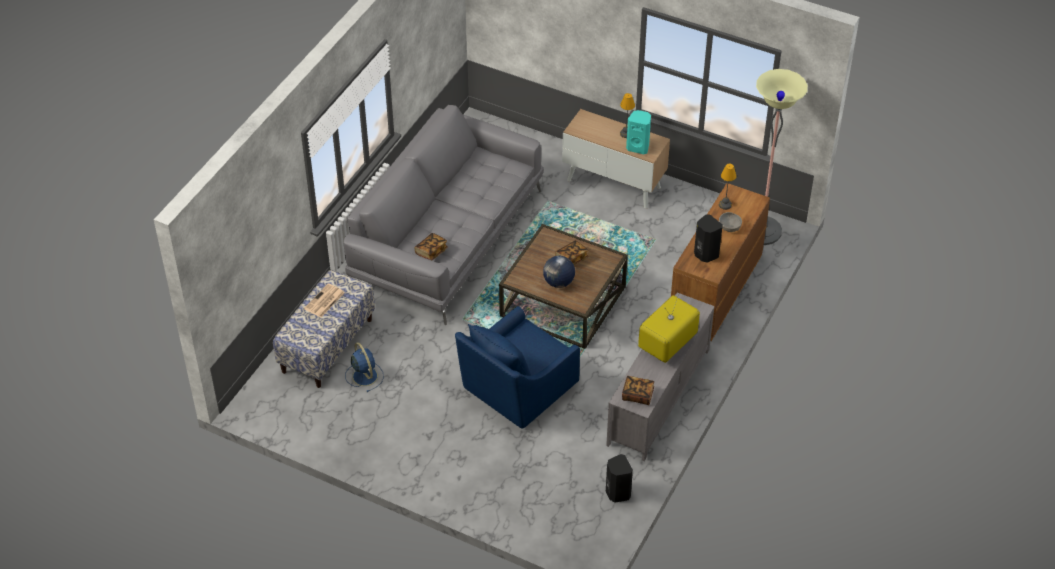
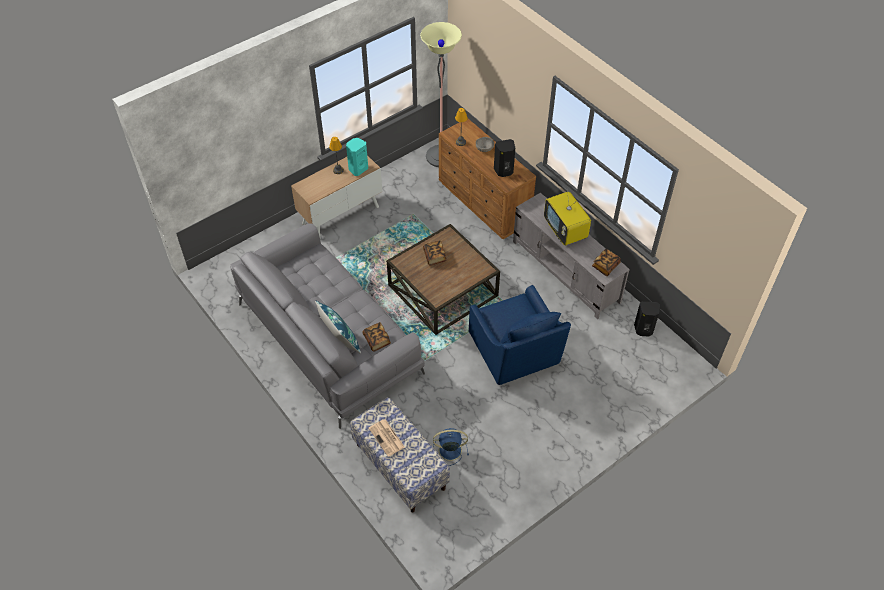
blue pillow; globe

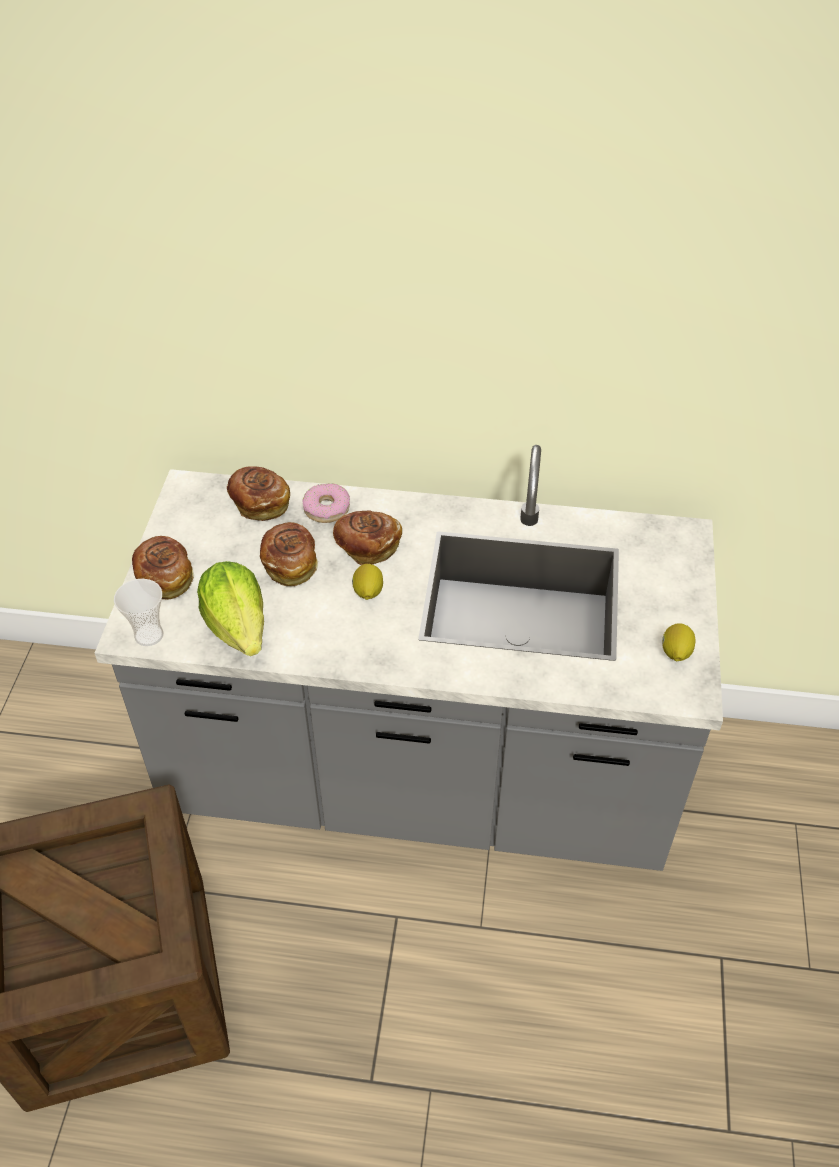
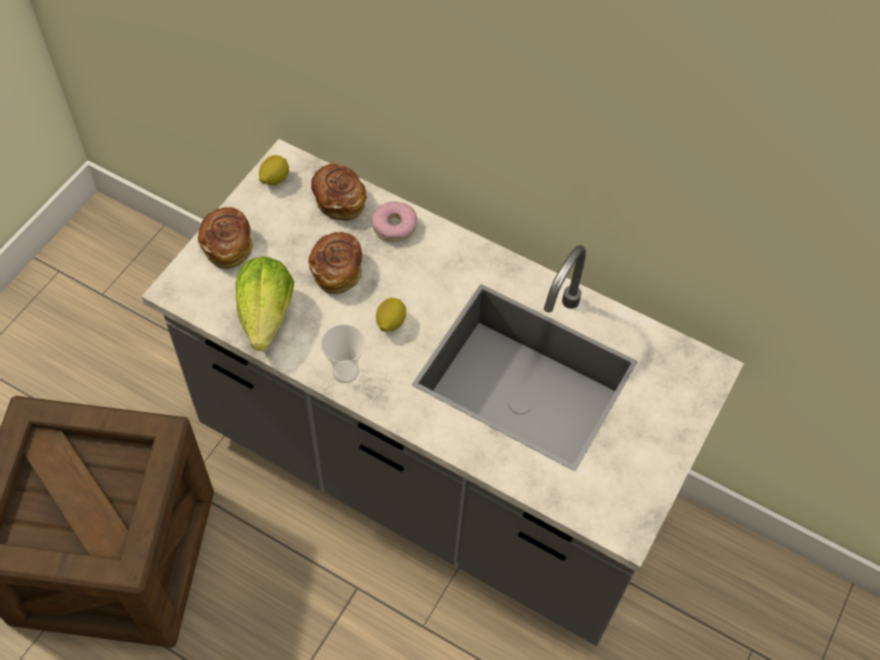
lemon (no. 1 from left); cup; bread (no. 4 from left in the first image)

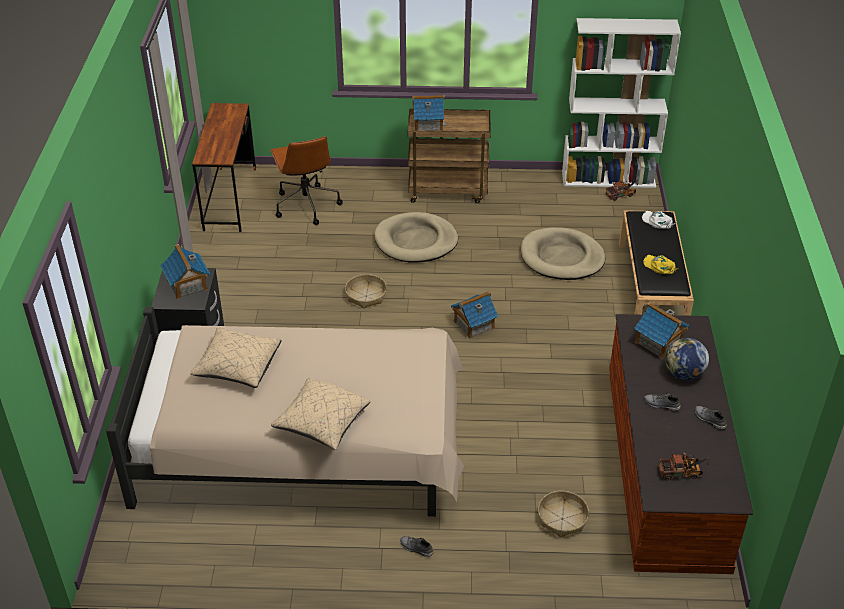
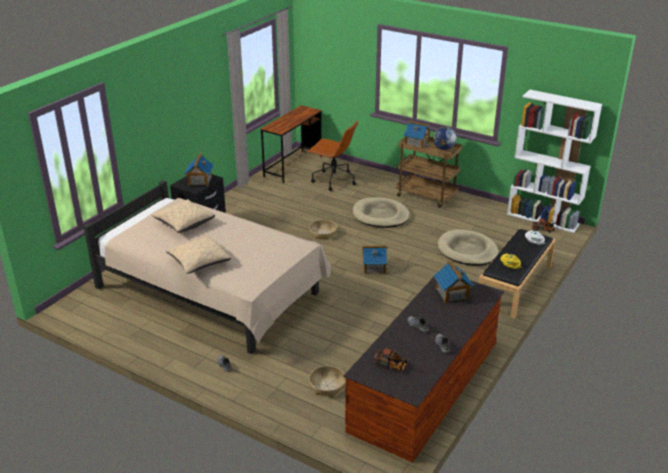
brown office chair; globe

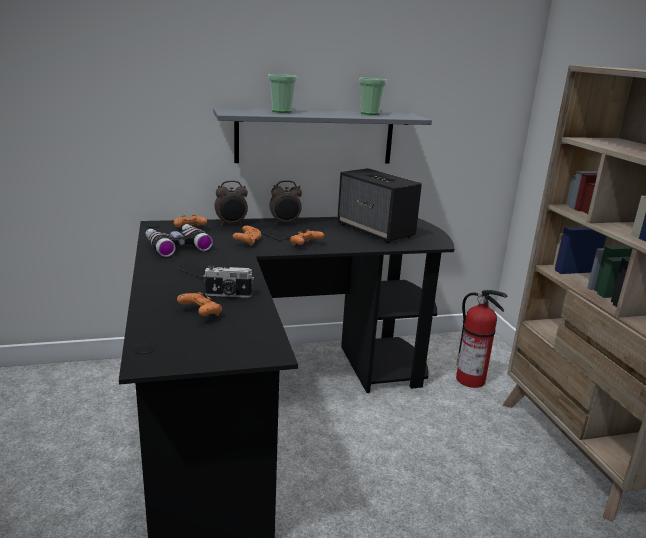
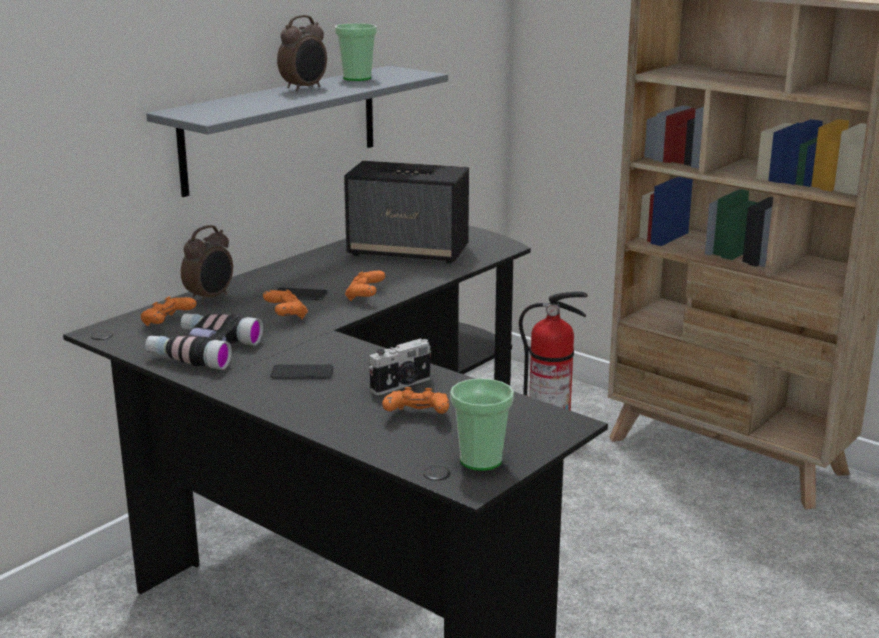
alarm clock (no. 2 from left); cup (no. 2 from left)

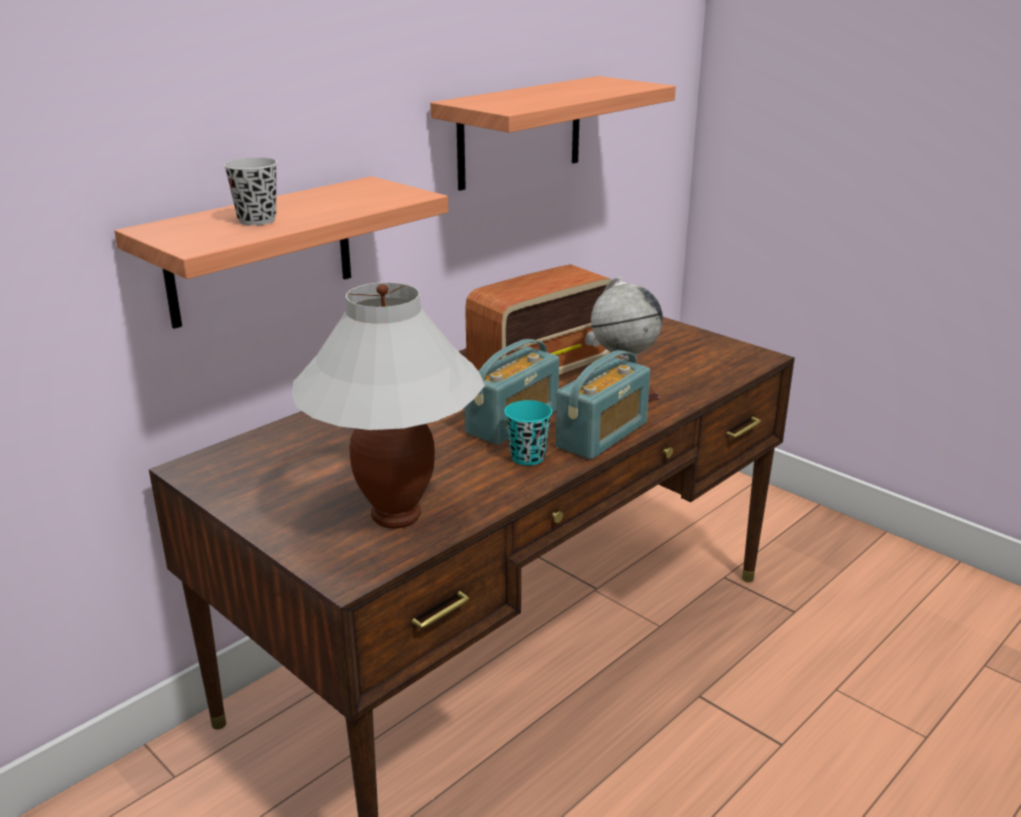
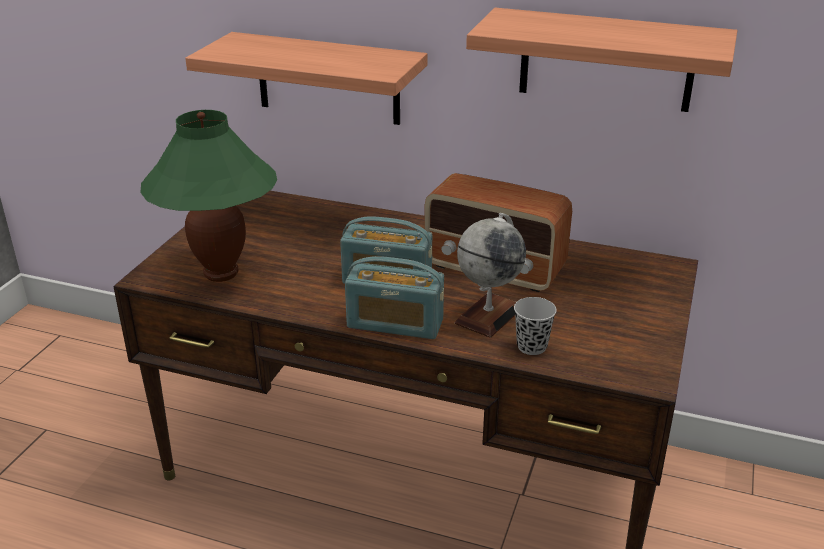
green table lamp; black cup; turquoise cup

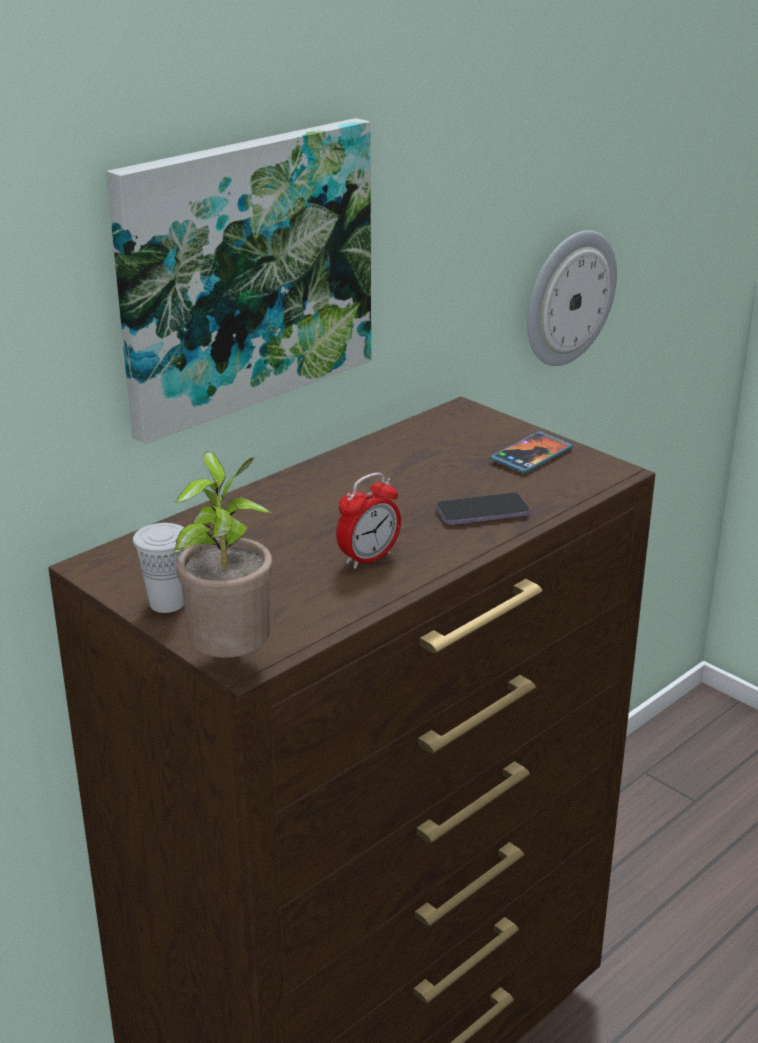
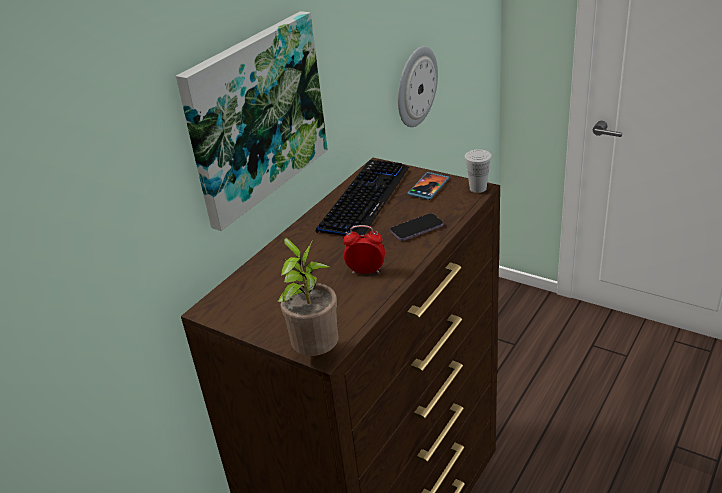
keyboard; alarm clock; white cup

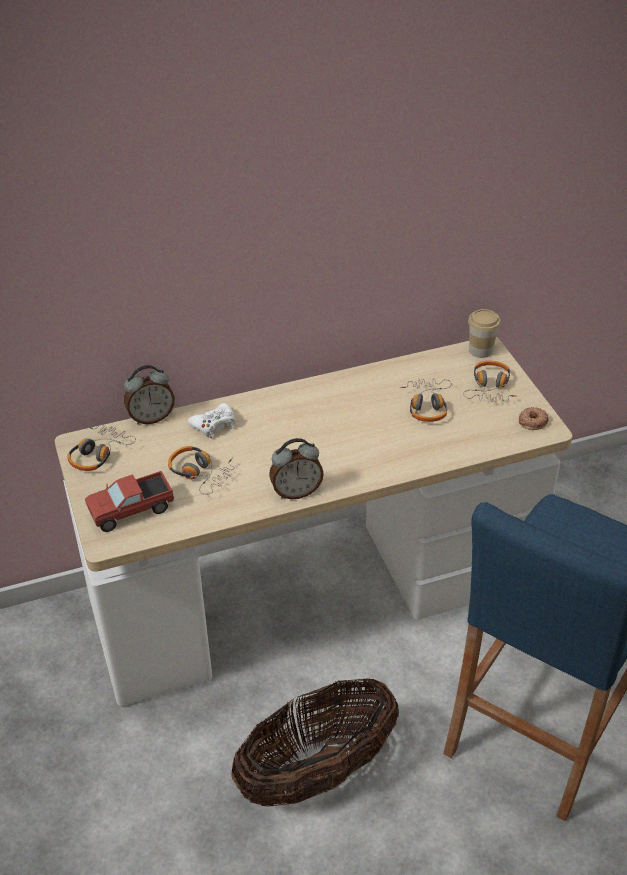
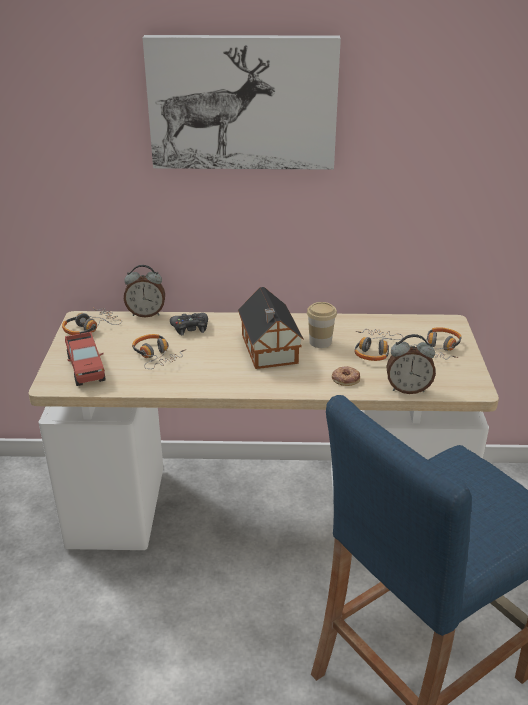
toy truck; picture; black game controller; toy house; cup; donut; alarm clock (no. 2 from left); basket

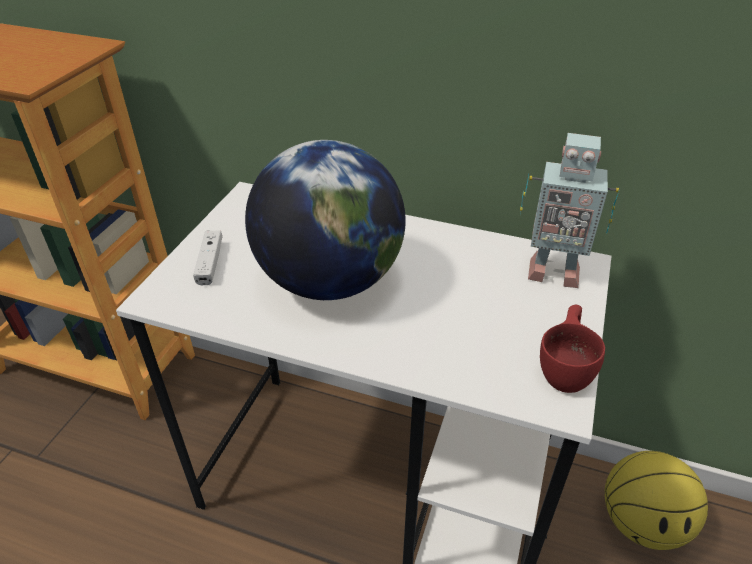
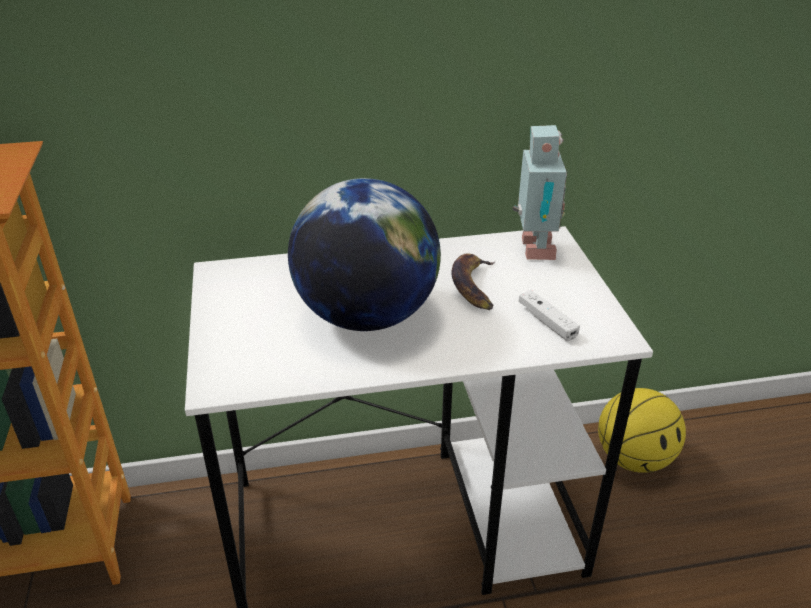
banana; toy robot; white game controller; red cup

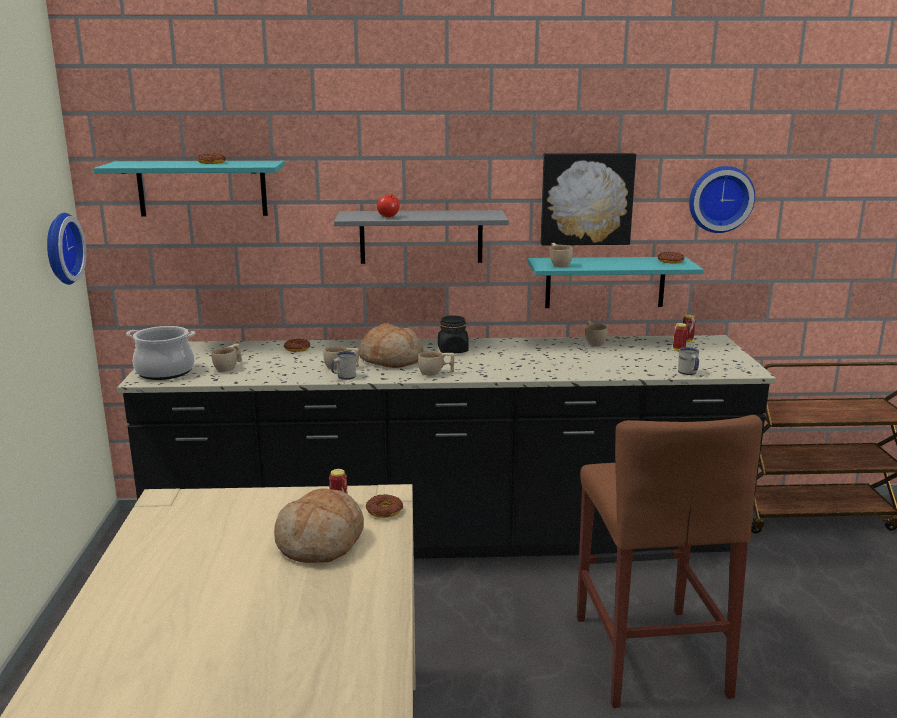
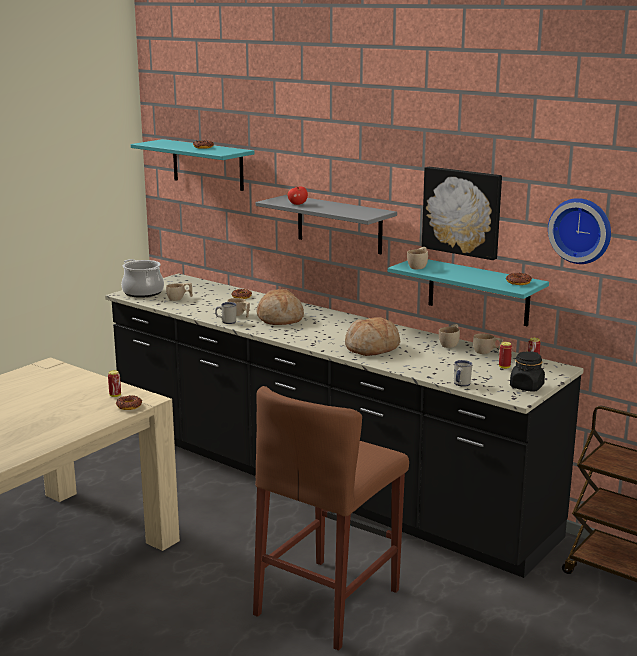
bread (no. 2 from left); beige cup (no. 5 from left); black jar; wall clock (no. 1 from left in the first image)

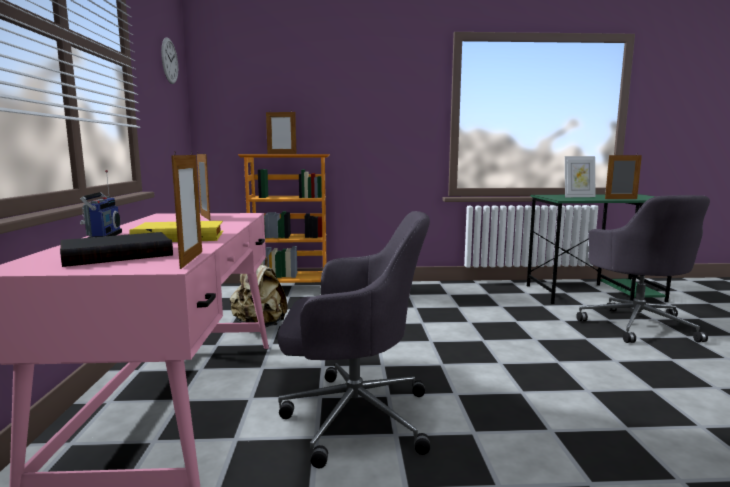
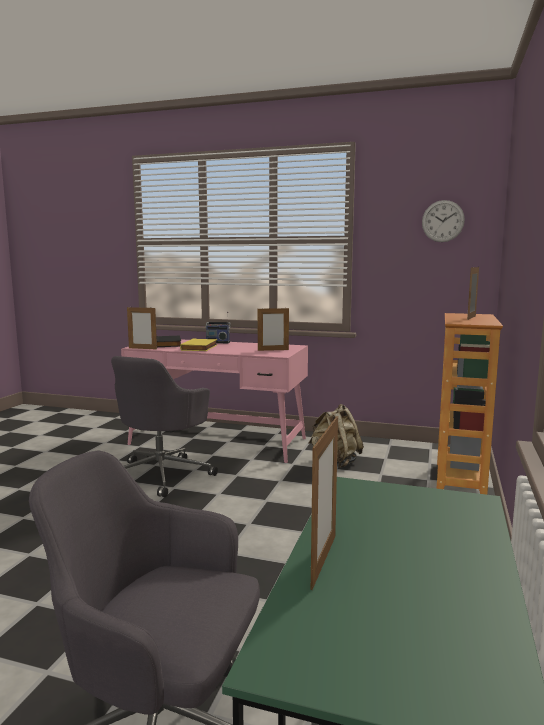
picture frame (no. 4 from left in the first image)

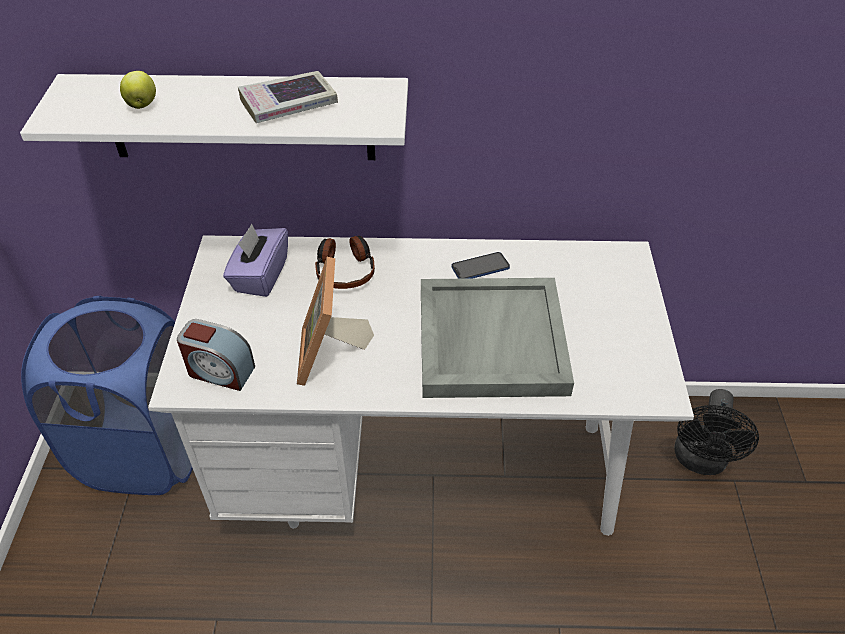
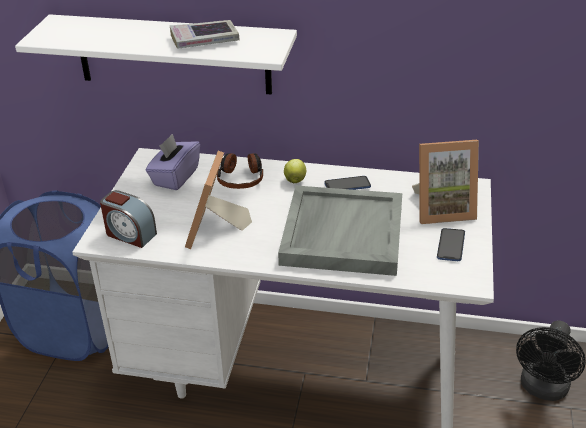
apple; picture frame (no. 2 from left); phone (no. 2 from left)

